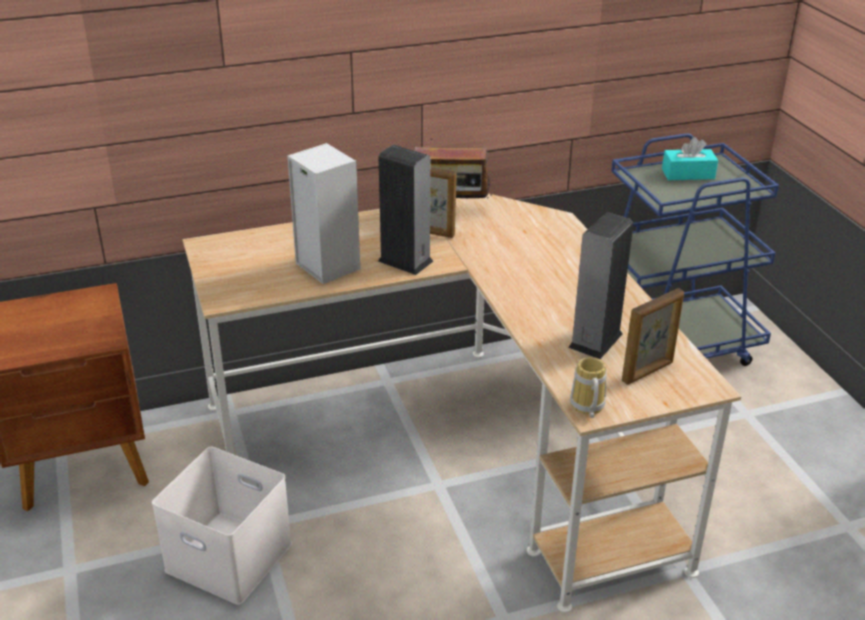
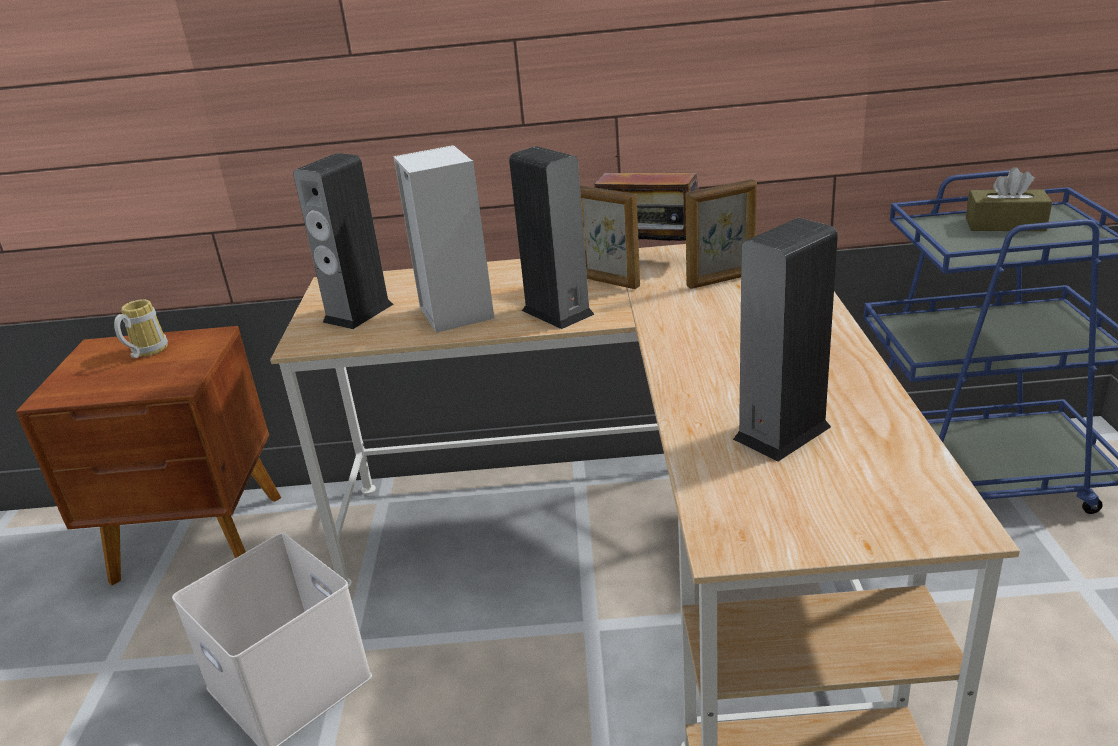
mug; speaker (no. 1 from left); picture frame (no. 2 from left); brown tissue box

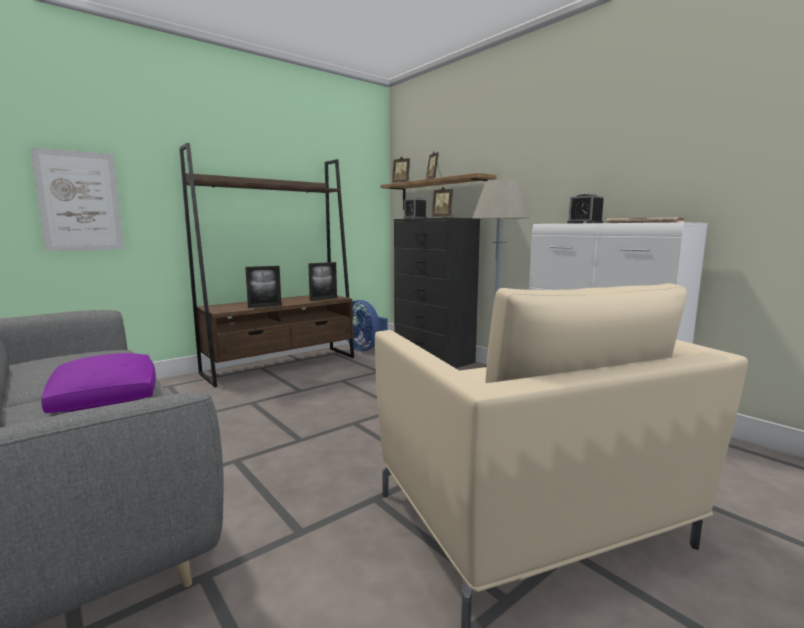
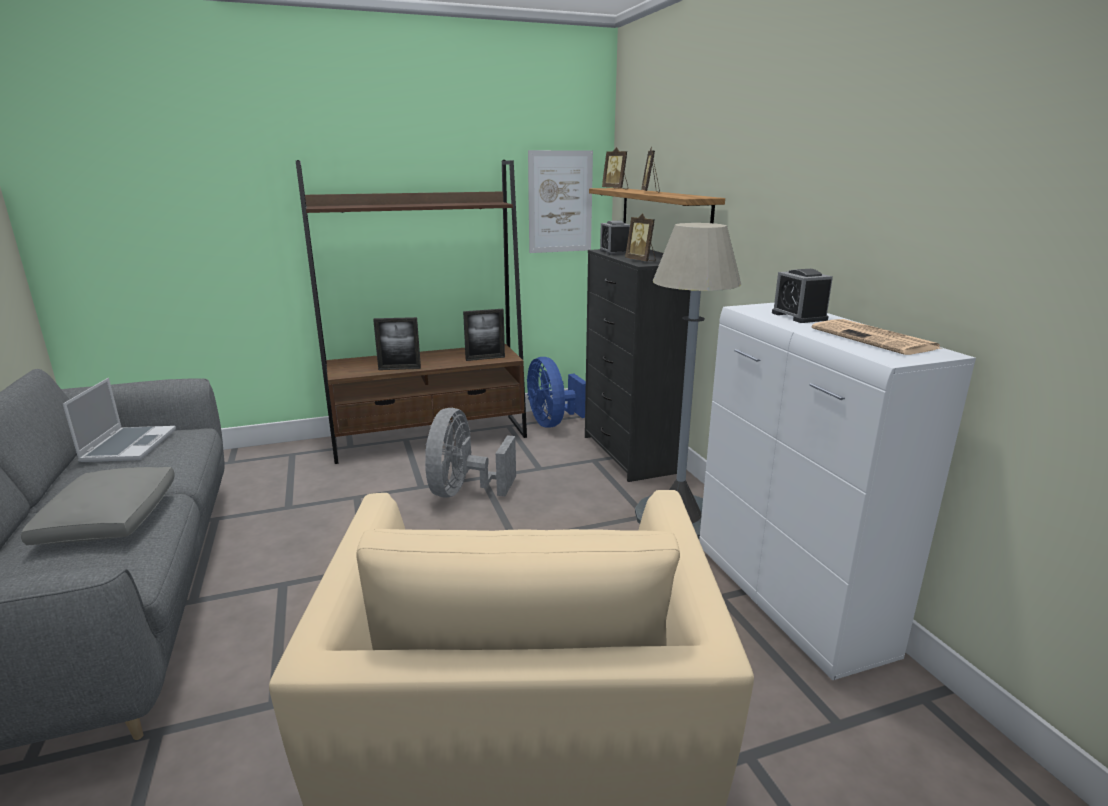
grey pillow; laptop; grey fan; picture

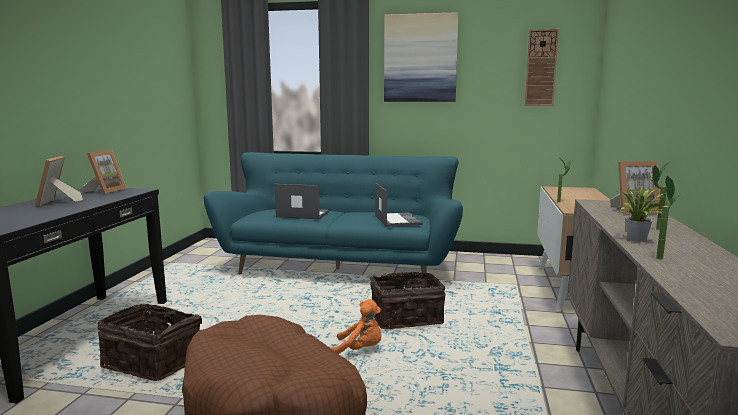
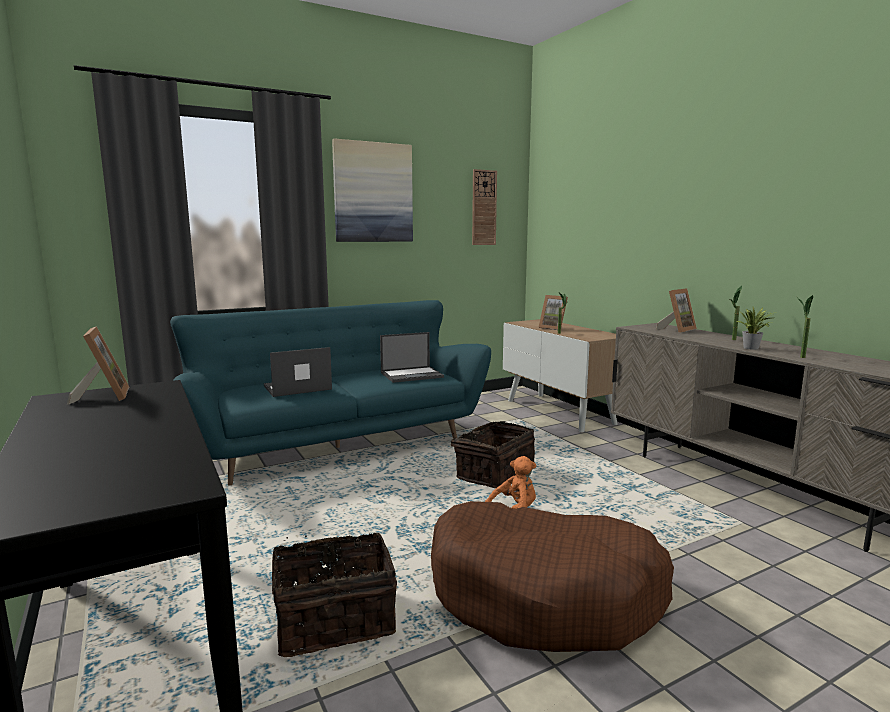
laptop (no. 2 from left); picture frame (no. 2 from left)

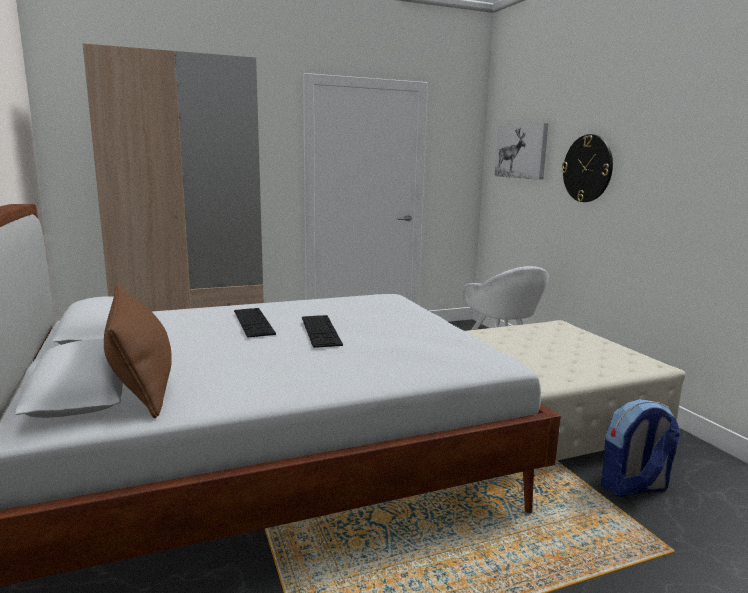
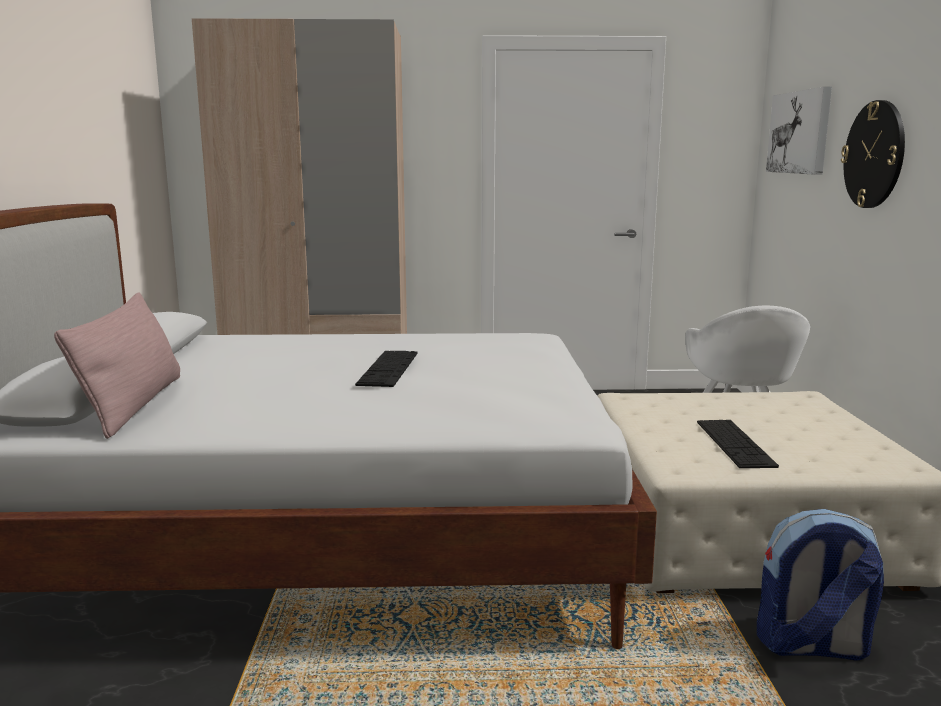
pink pillow; keyboard (no. 2 from left)

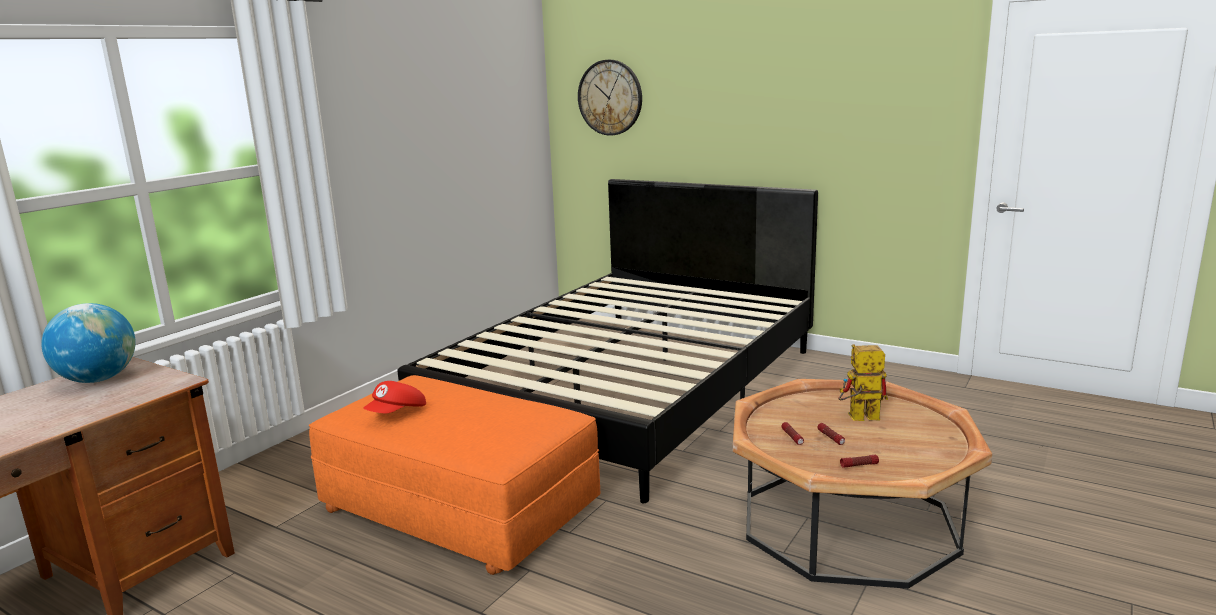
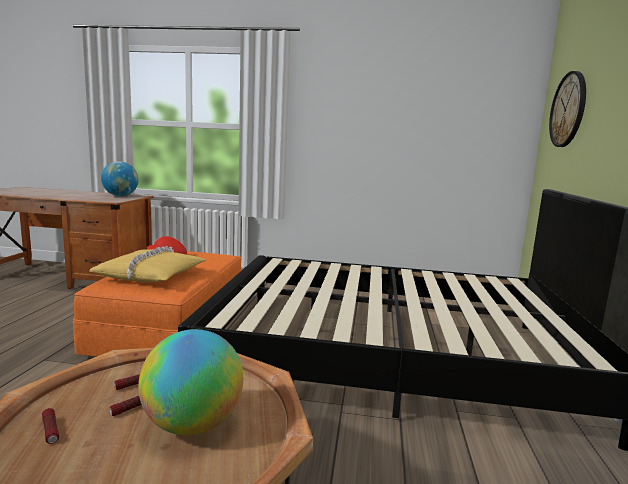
yellow pillow; globe (no. 2 from left)

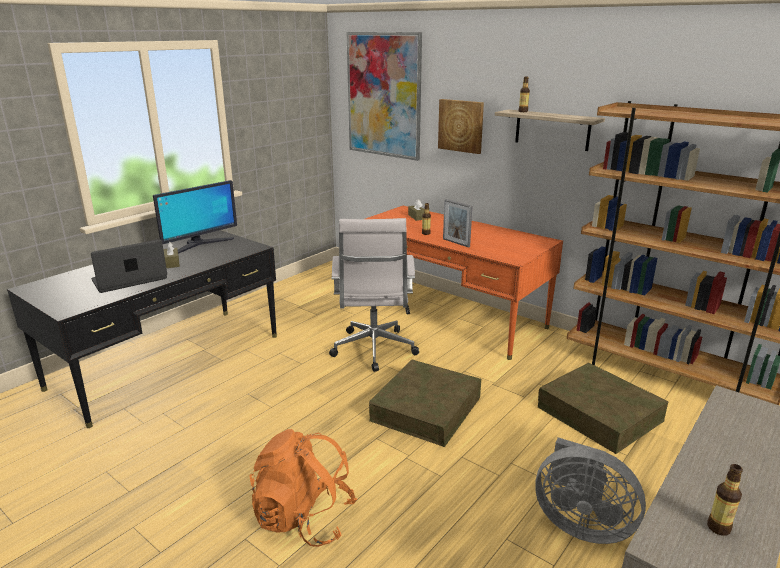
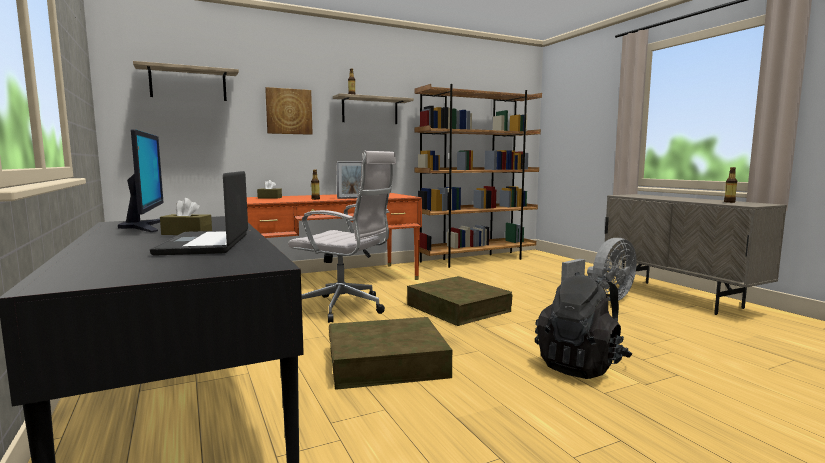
shelf (no. 1 from left); brown storage box (no. 1 from left); black backpack

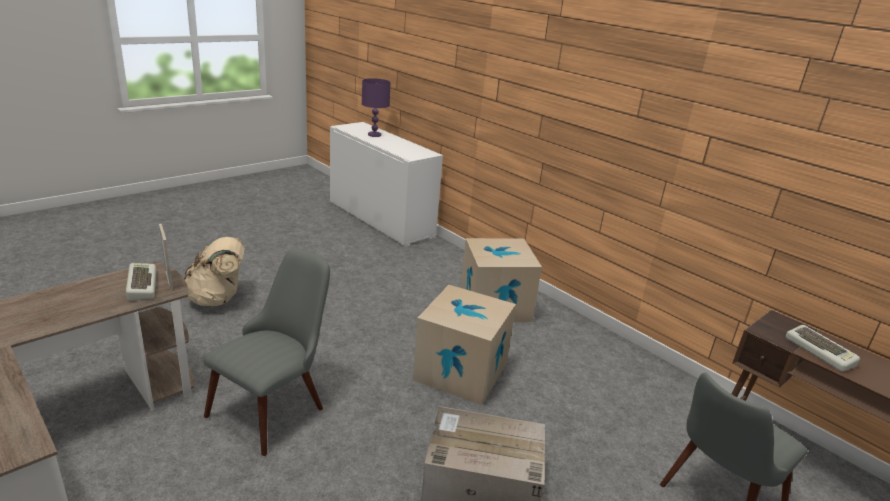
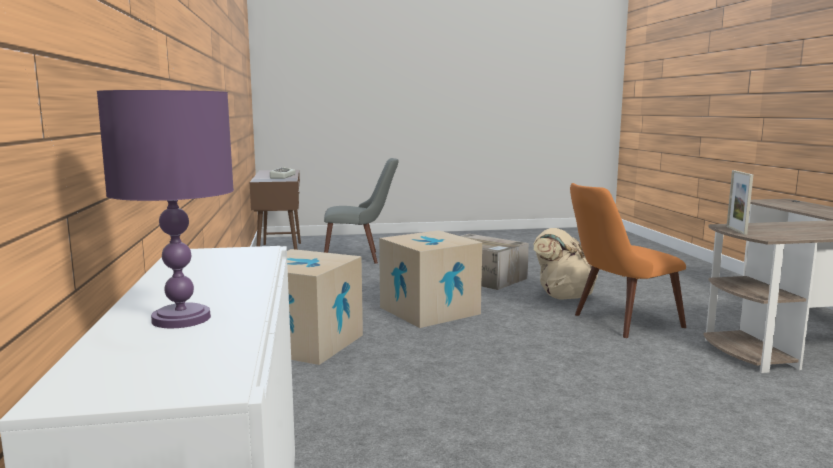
beige backpack; orange chair; keyboard (no. 1 from left in the first image)

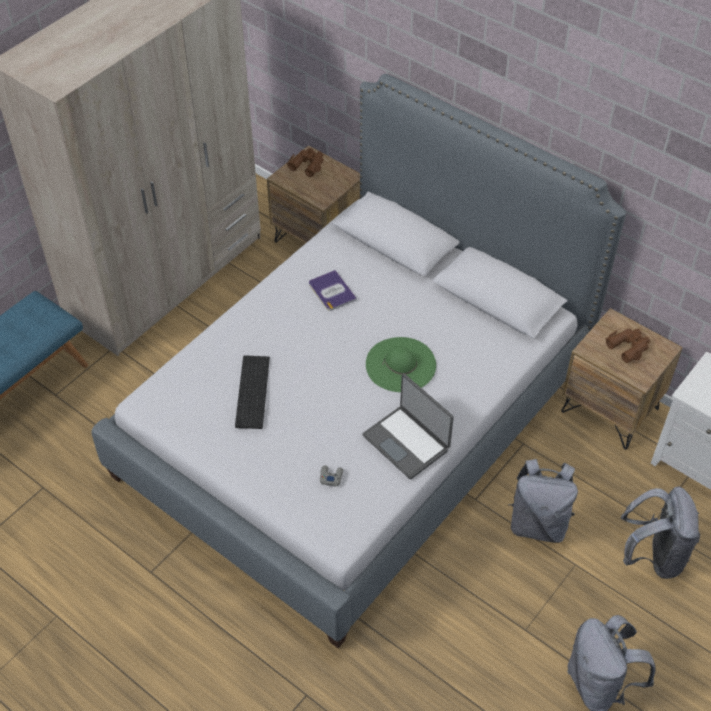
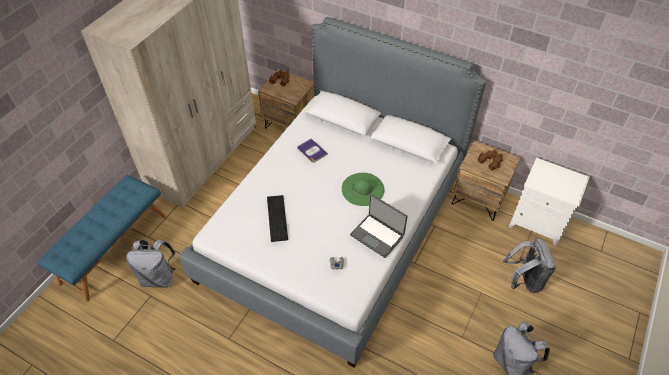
grey backpack (no. 1 from left)

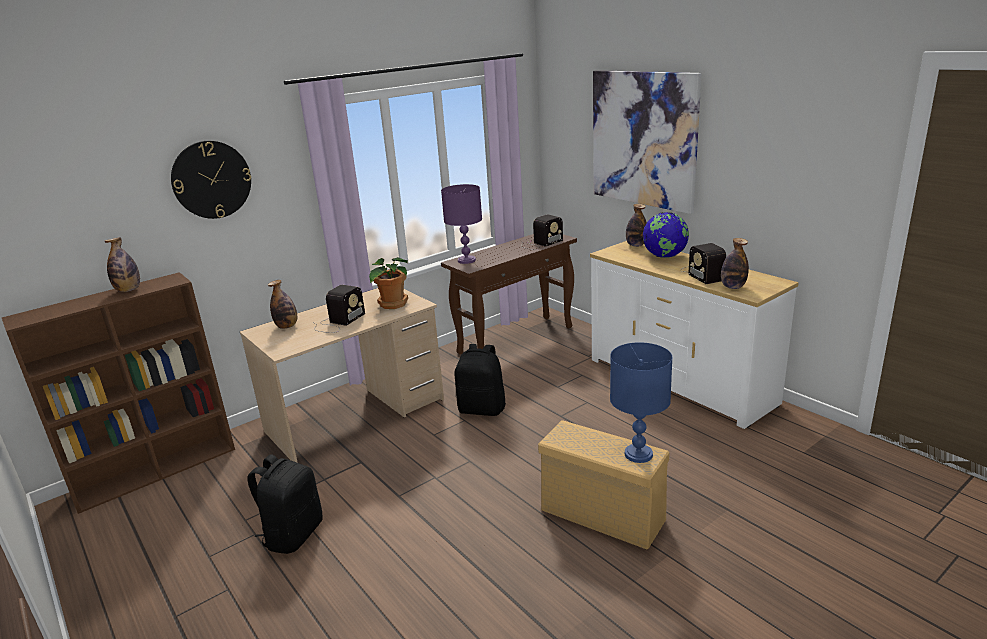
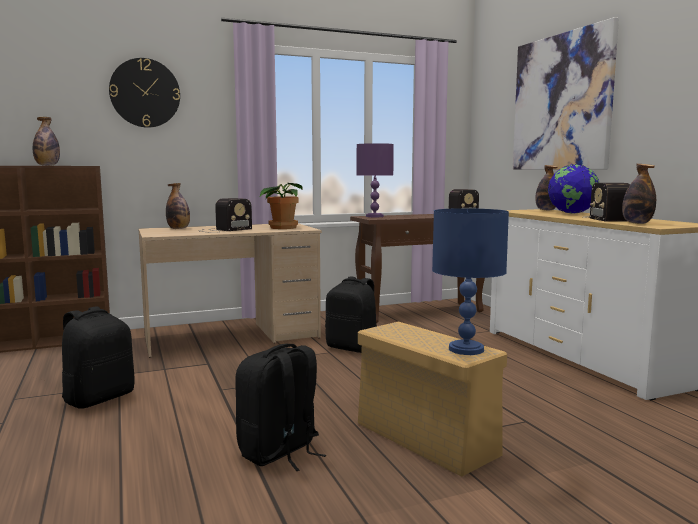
black backpack (no. 2 from left)

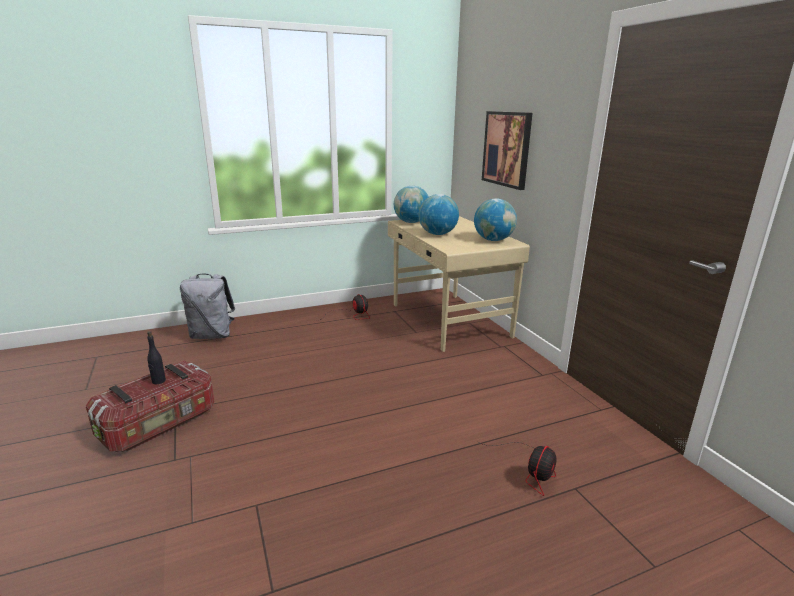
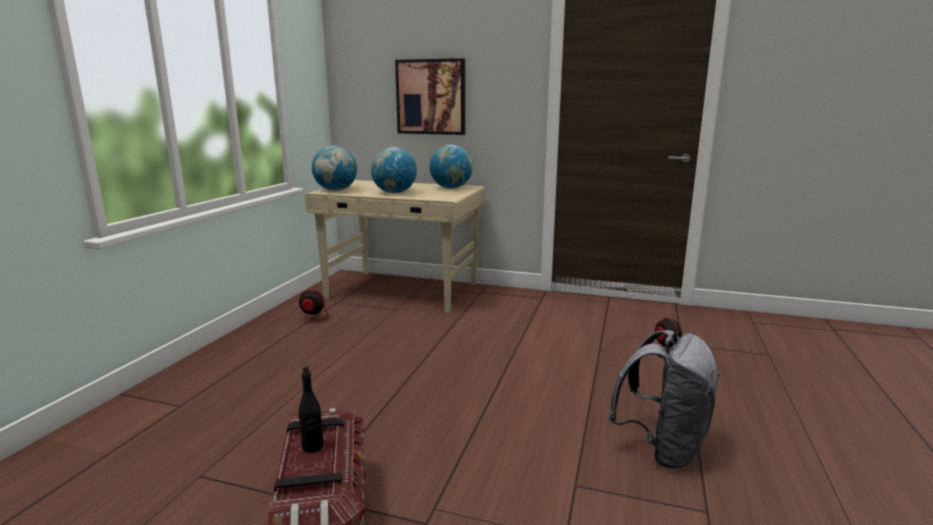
grey backpack

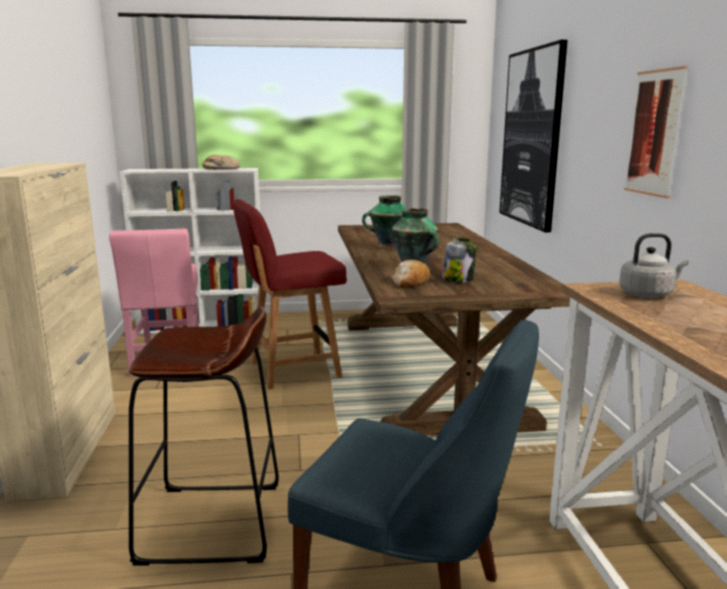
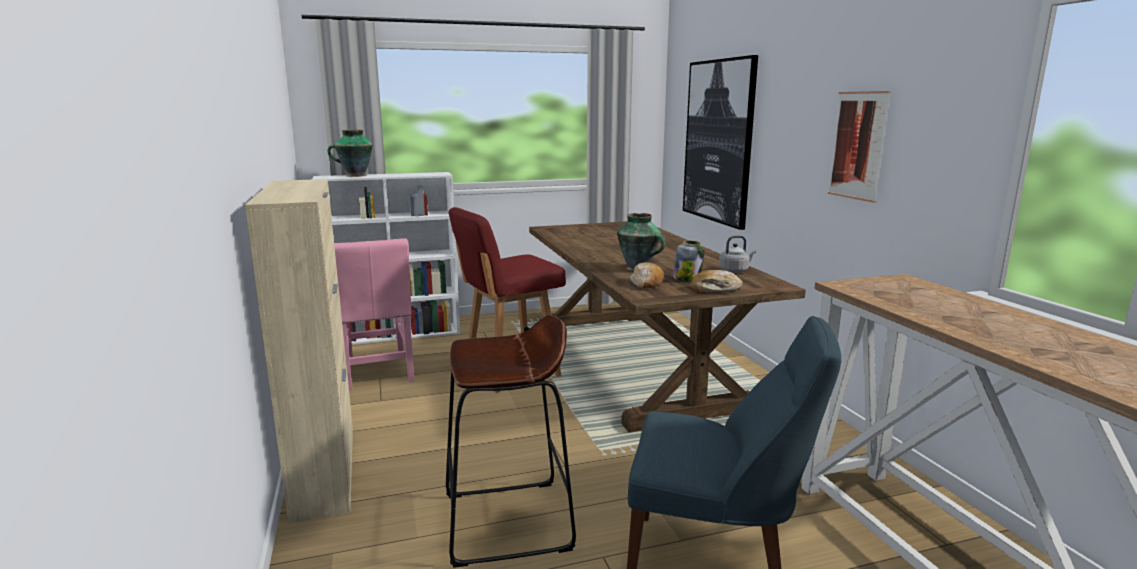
vase (no. 1 from left); bread (no. 2 from left); grey kettle

